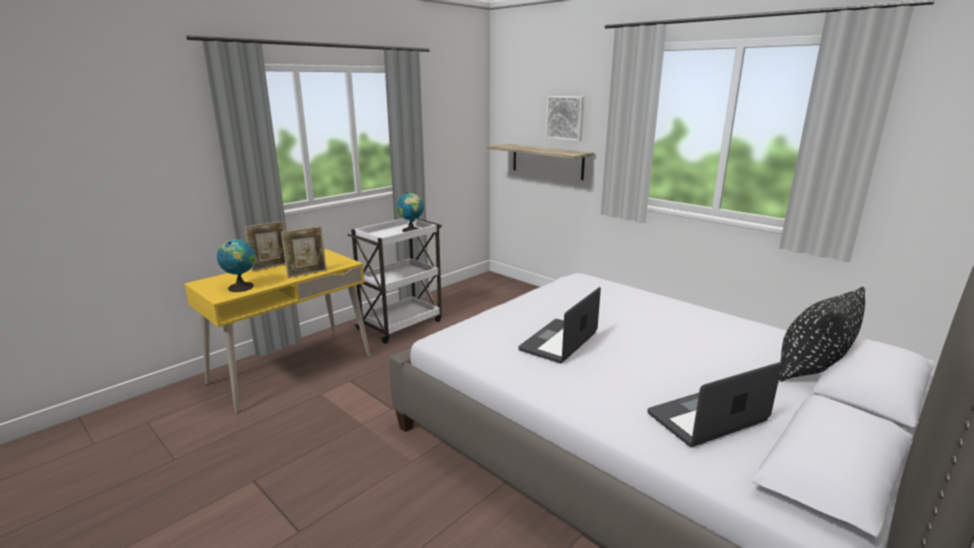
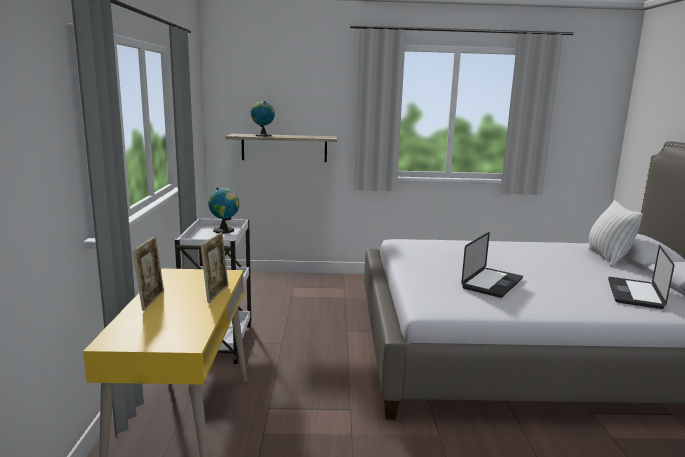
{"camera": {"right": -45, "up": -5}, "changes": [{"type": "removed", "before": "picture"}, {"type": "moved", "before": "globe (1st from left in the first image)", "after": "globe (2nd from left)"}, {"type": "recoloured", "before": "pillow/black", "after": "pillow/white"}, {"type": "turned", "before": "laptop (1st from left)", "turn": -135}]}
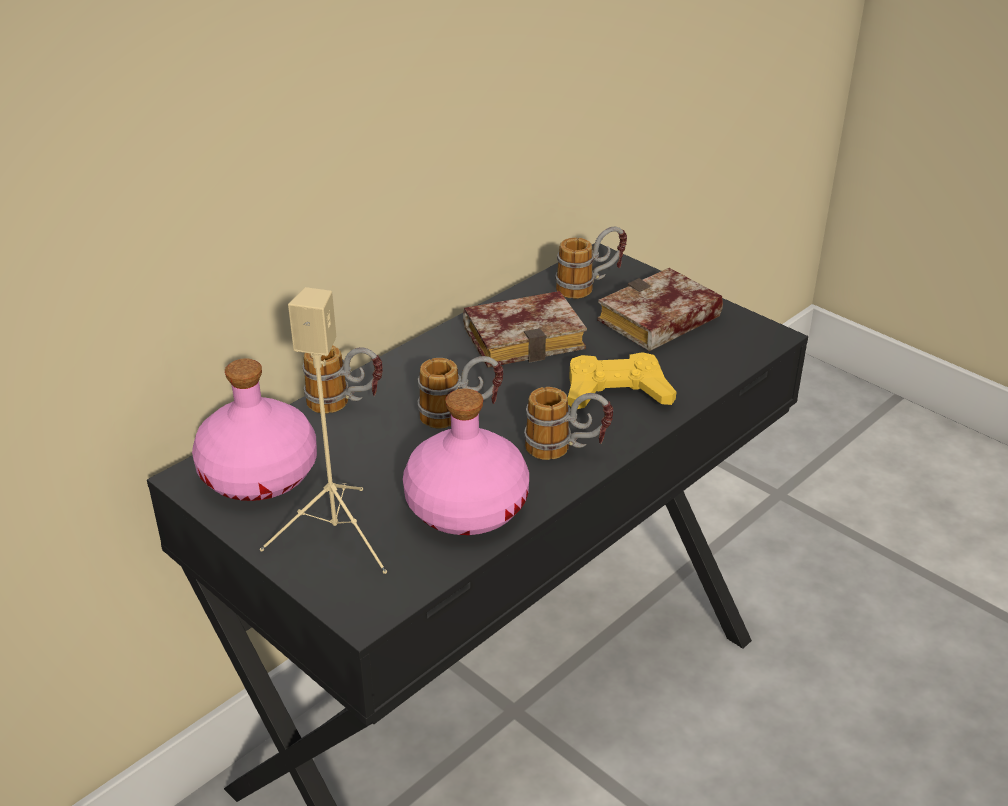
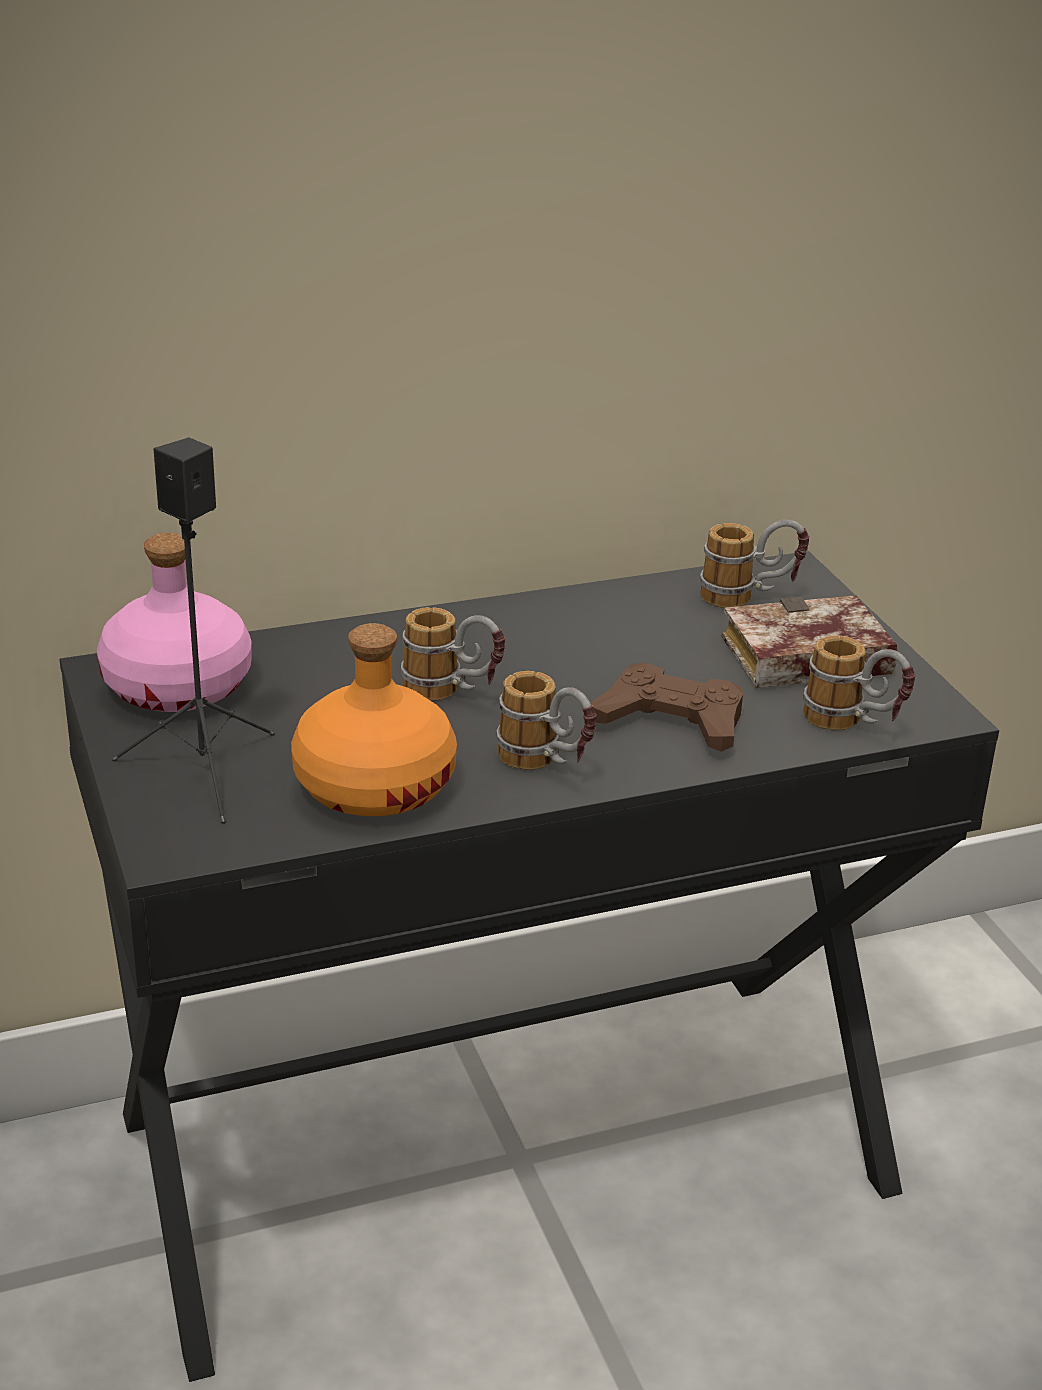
{"camera": {"right": 25, "up": -5}, "changes": [{"type": "removed", "before": "book (1st from left)"}, {"type": "moved", "before": "mug (1st from left in the first image)", "after": "mug (4th from left)"}, {"type": "recoloured", "before": "speaker/beige", "after": "speaker/black"}, {"type": "recoloured", "before": "bottle/pink (2nd from left)", "after": "bottle/orange"}, {"type": "recoloured", "before": "game controller/yellow", "after": "game controller/brown"}]}
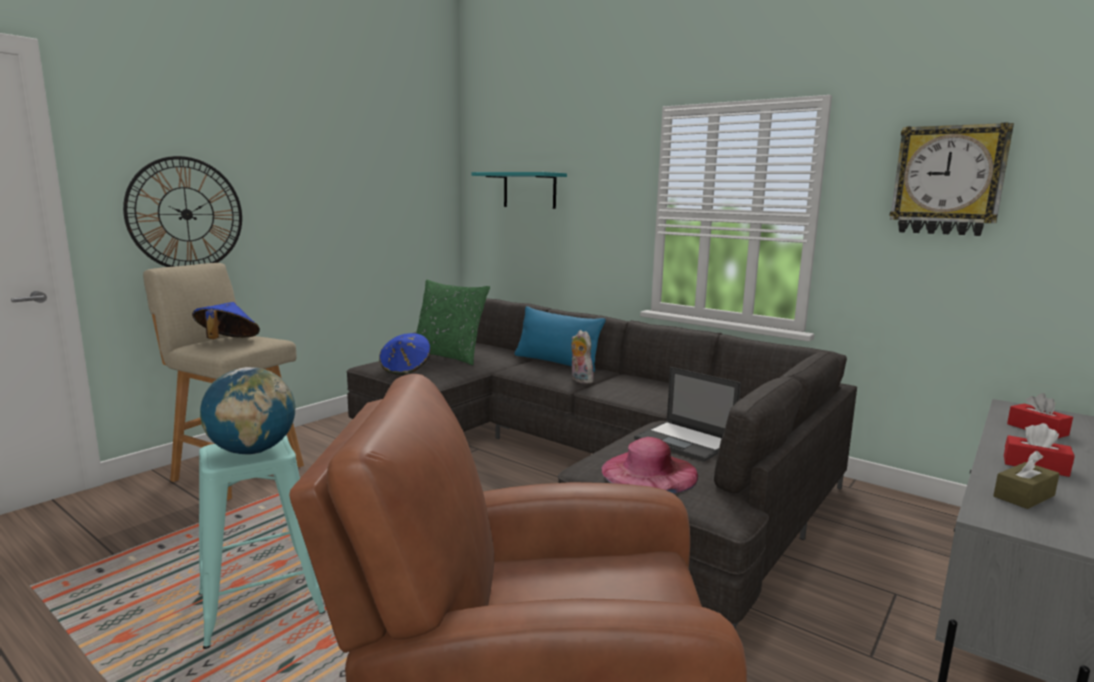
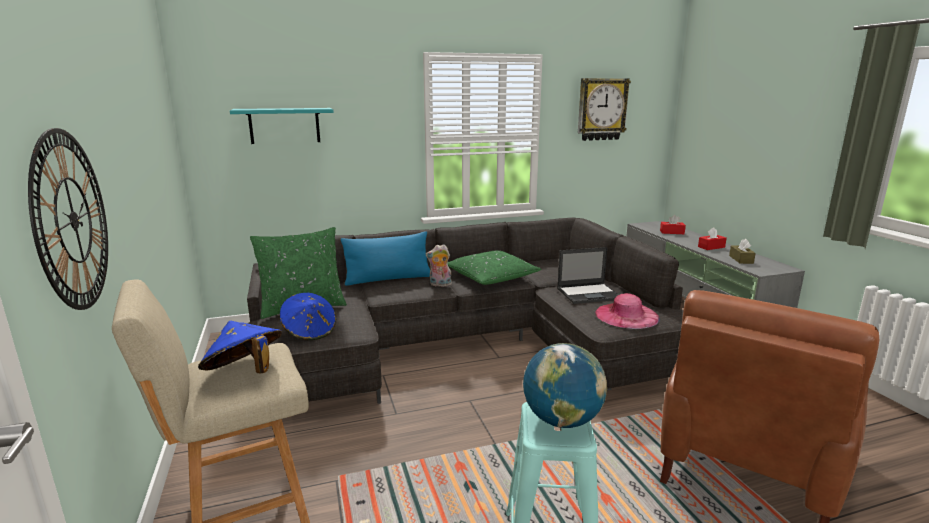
{"camera": {"right": -55, "up": 5}, "changes": [{"type": "added", "after": "pillow/green (2nd from left)"}]}
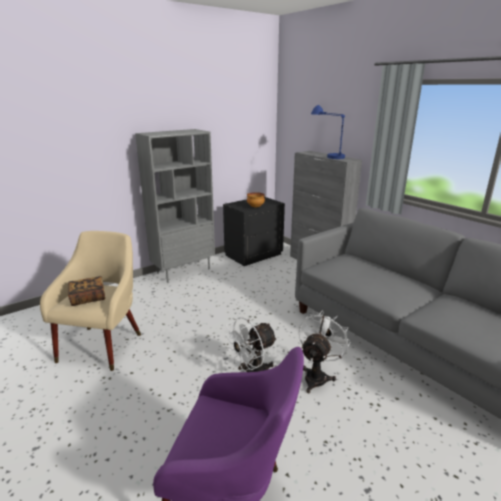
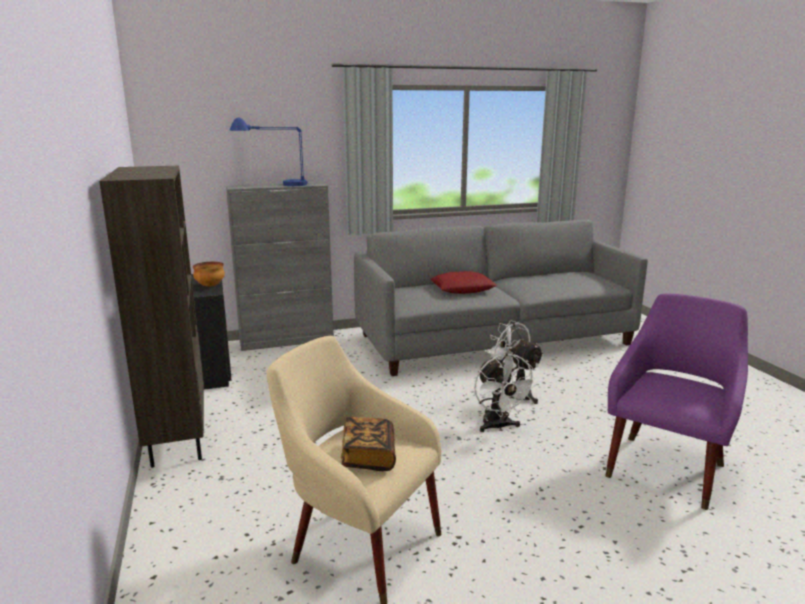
{"camera": {"right": -70, "up": -5}, "changes": [{"type": "added", "after": "pillow/red"}, {"type": "recoloured", "before": "bookcase/grey", "after": "bookcase/brown"}]}
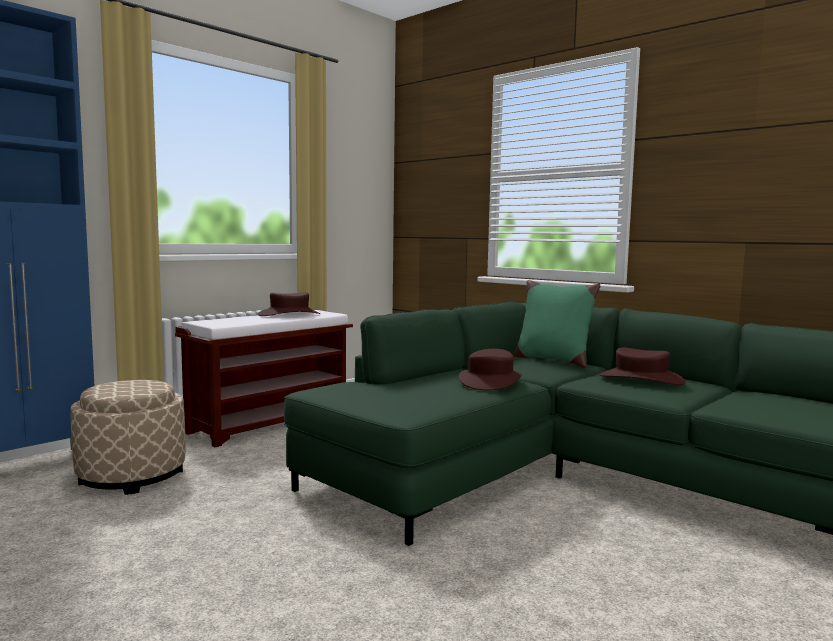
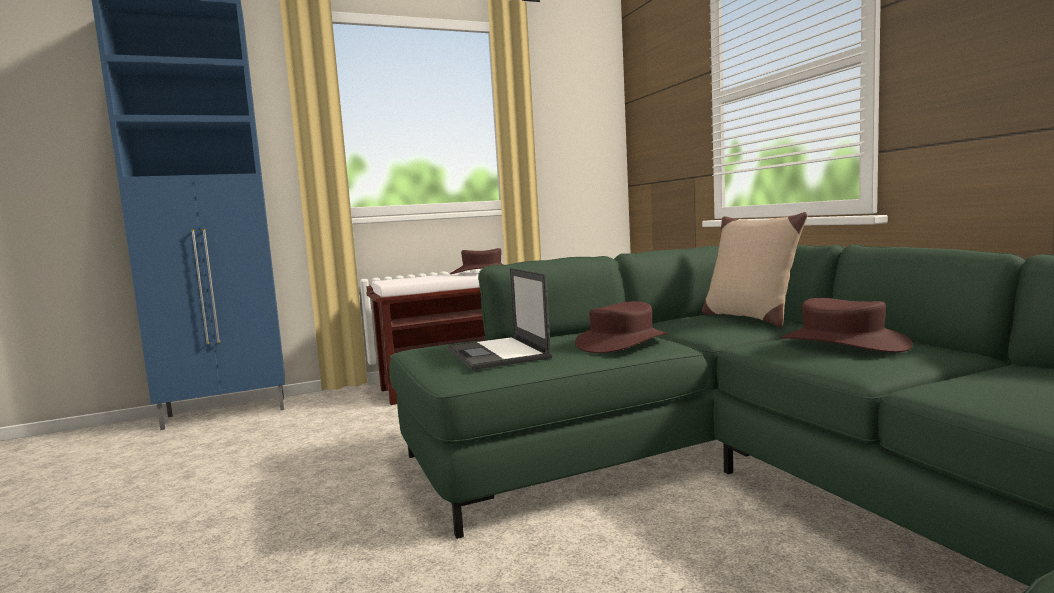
{"camera": {"right": 25, "up": 0}, "changes": [{"type": "removed", "before": "ottoman/beige"}, {"type": "added", "after": "laptop"}, {"type": "recoloured", "before": "pillow/green", "after": "pillow/beige"}]}
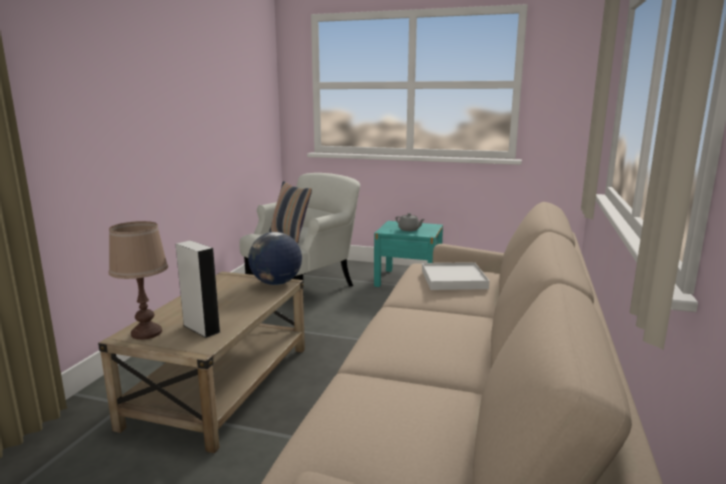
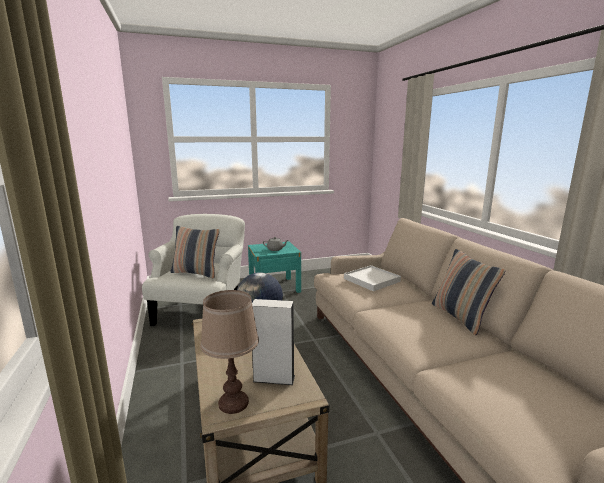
{"camera": {"right": -35, "up": 0}, "changes": [{"type": "added", "after": "pillow (2nd from left)"}]}
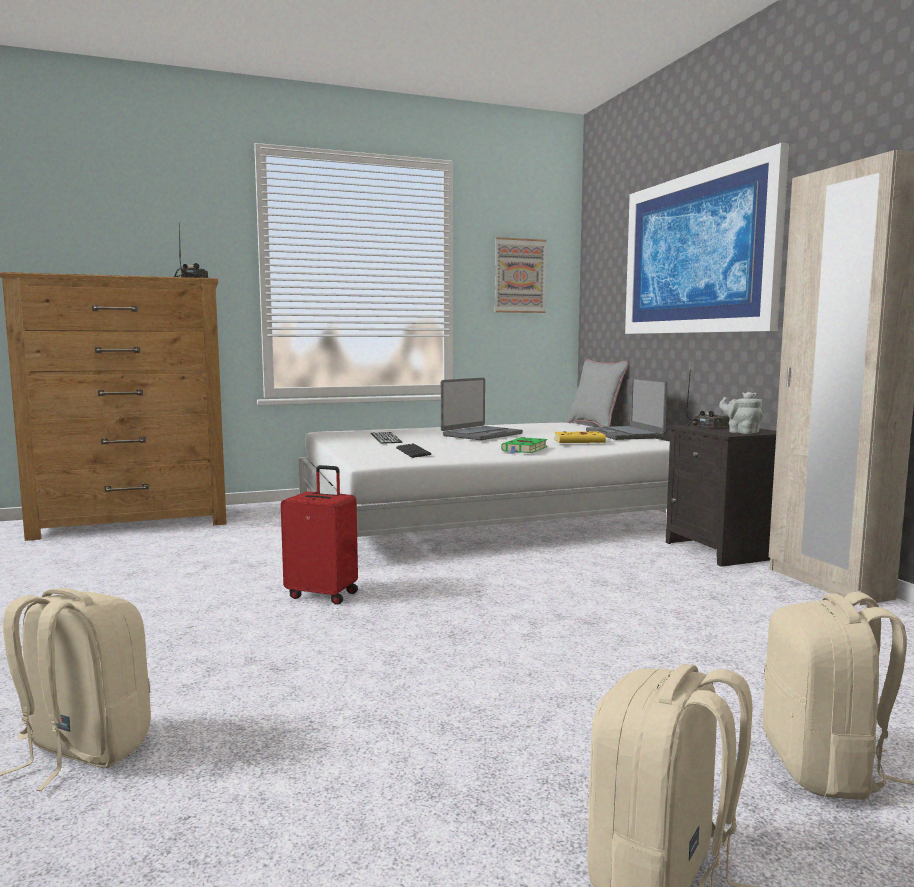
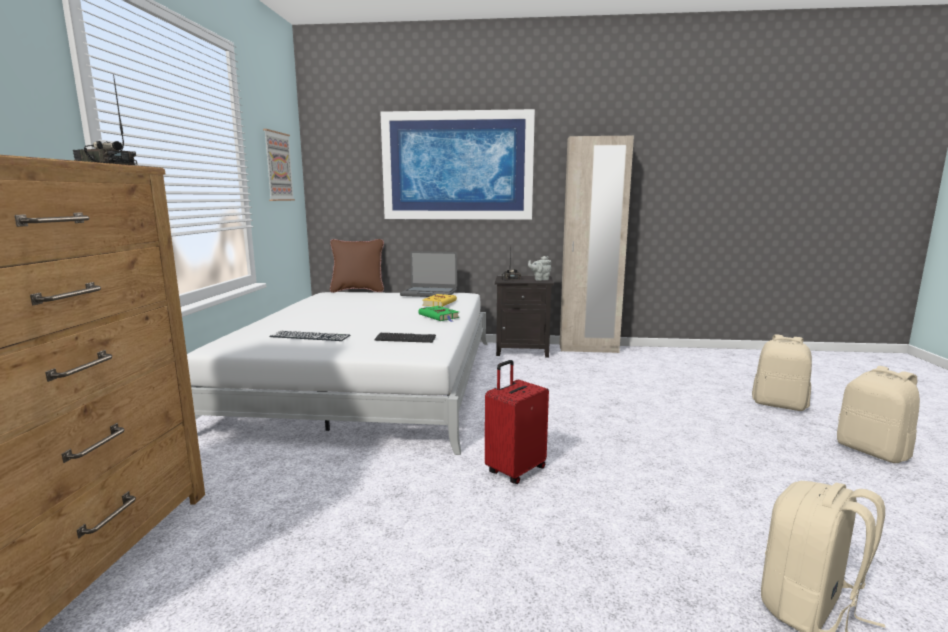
{"camera": {"right": -65, "up": 5}, "changes": [{"type": "removed", "before": "laptop (1st from left)"}, {"type": "recoloured", "before": "pillow/grey", "after": "pillow/brown"}]}
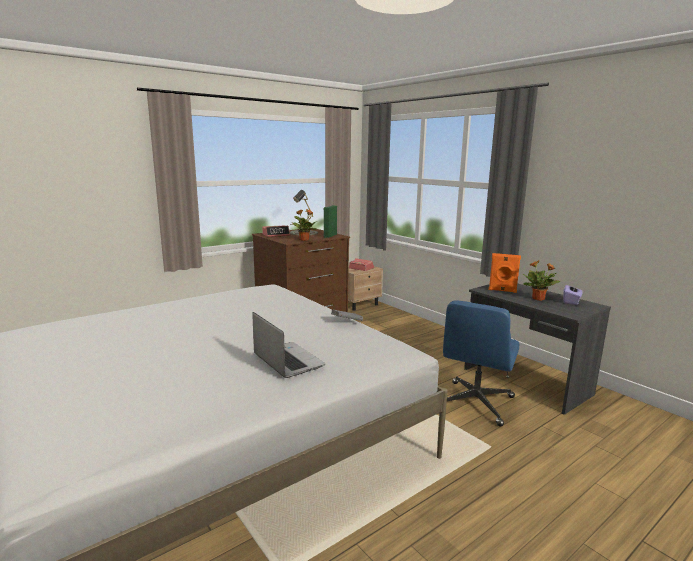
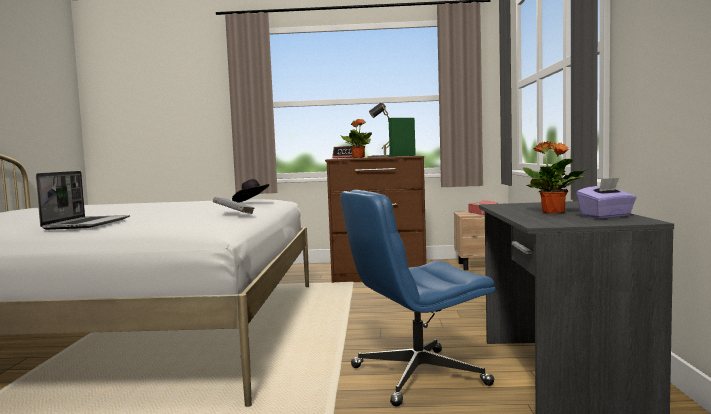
{"camera": {"right": 40, "up": -10}, "changes": [{"type": "removed", "before": "speaker/orange"}, {"type": "added", "after": "hat/black"}]}
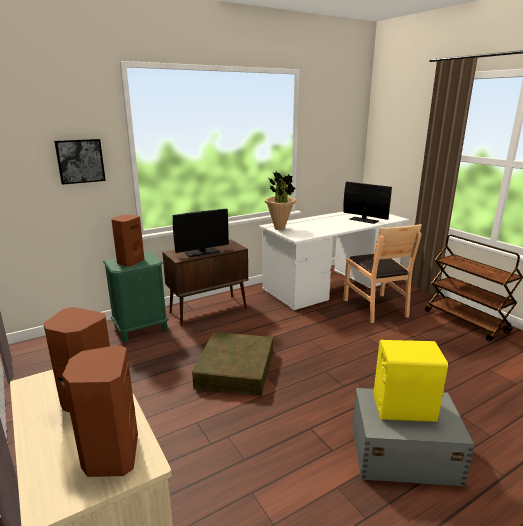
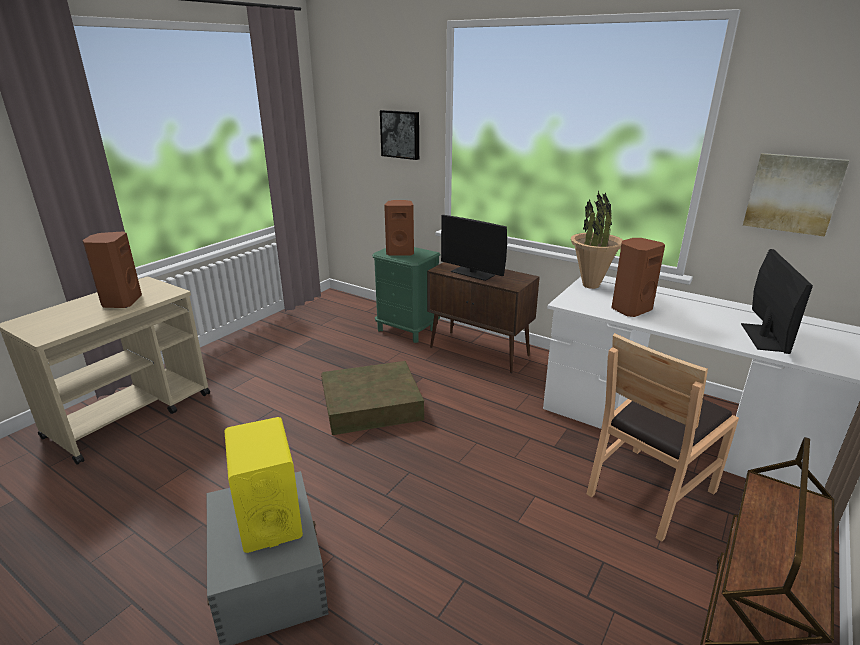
{"camera": {"right": 65, "up": 5}, "changes": [{"type": "added", "after": "picture (2nd from left)"}, {"type": "moved", "before": "speaker/brown (2nd from left in the first image)", "after": "speaker/brown (3rd from left)"}]}
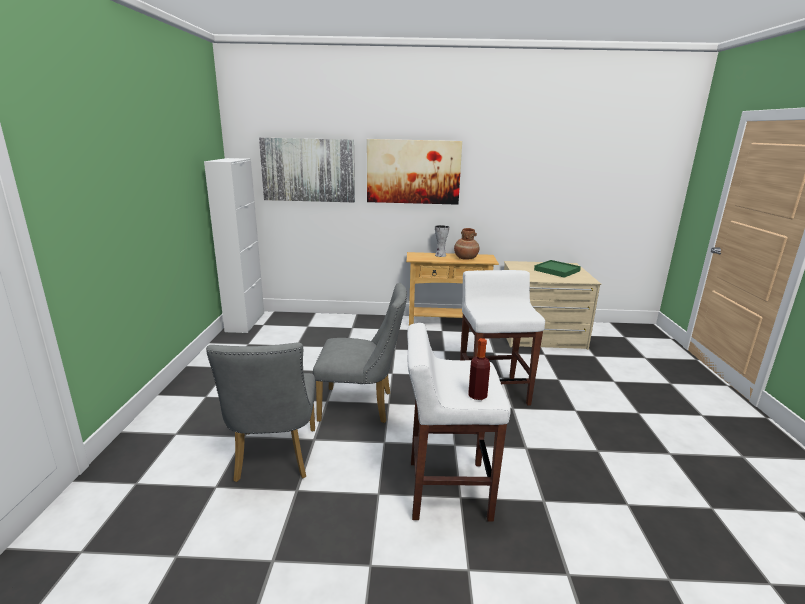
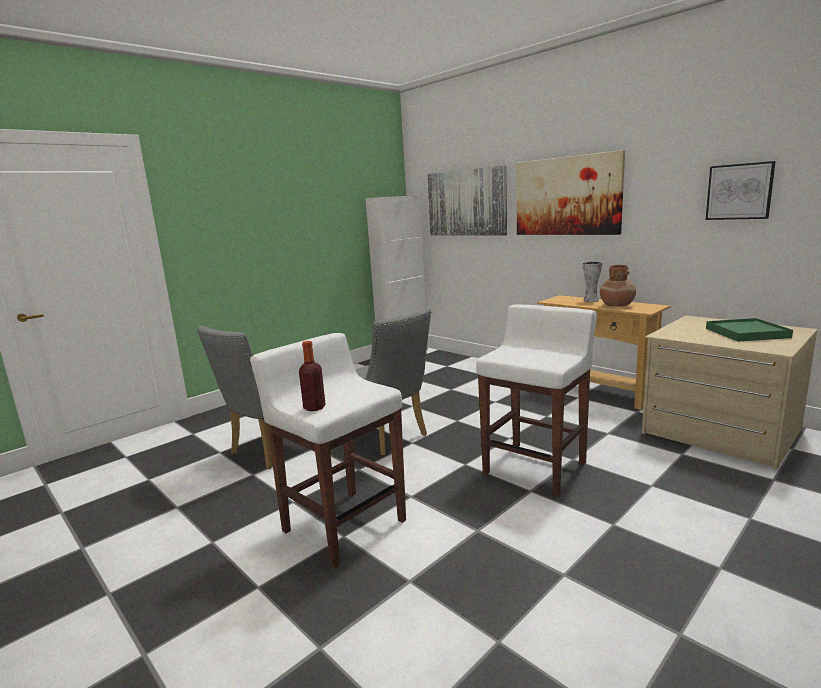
{"camera": {"right": 45, "up": -5}, "changes": [{"type": "added", "after": "picture (3rd from left)"}]}
